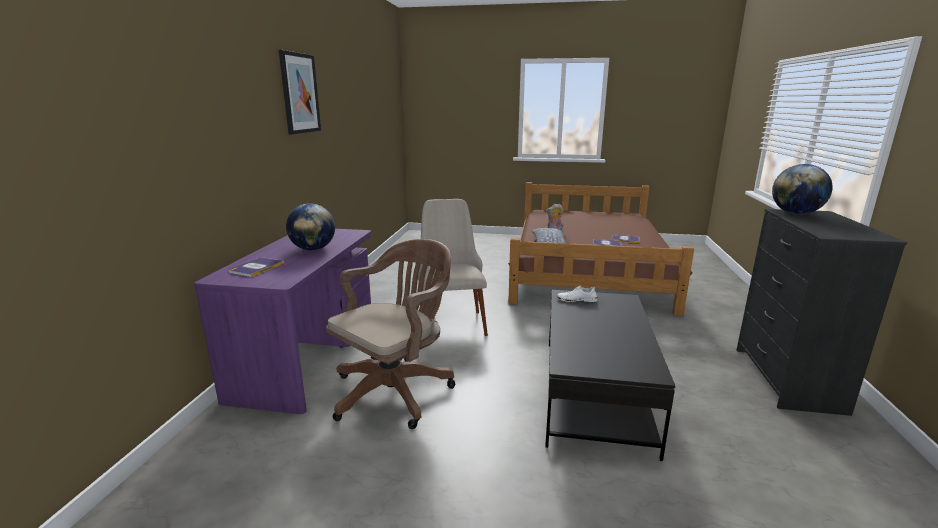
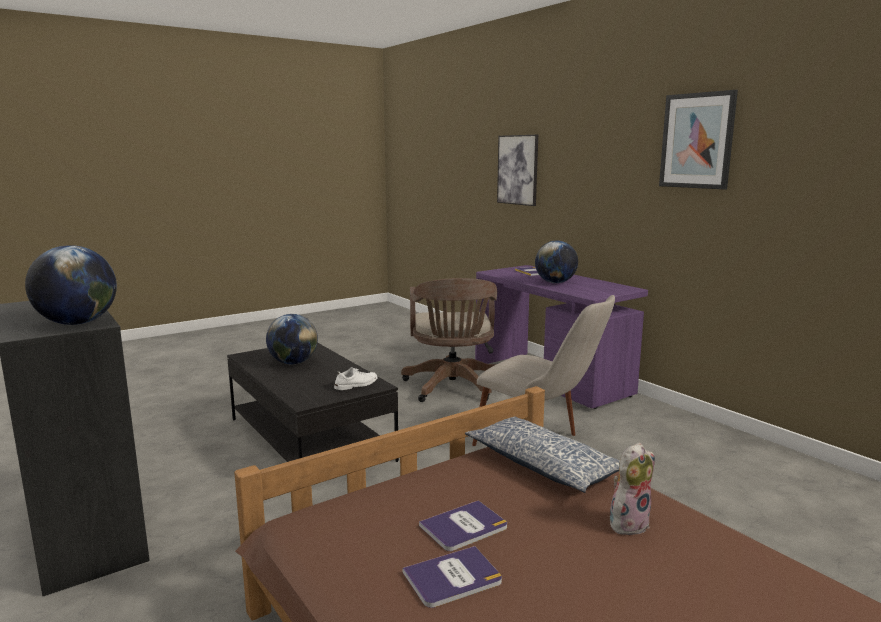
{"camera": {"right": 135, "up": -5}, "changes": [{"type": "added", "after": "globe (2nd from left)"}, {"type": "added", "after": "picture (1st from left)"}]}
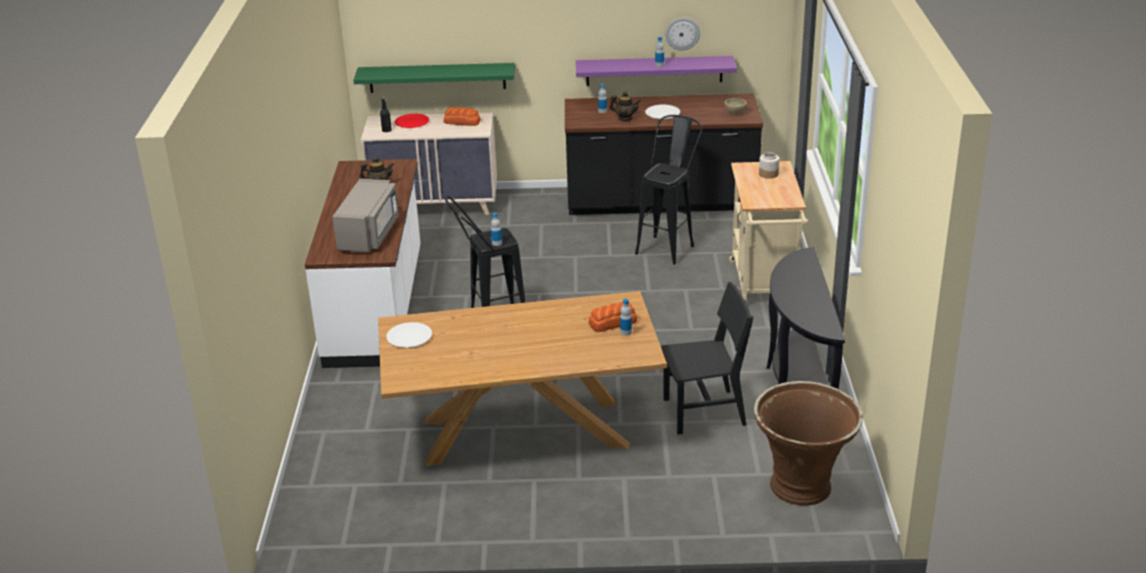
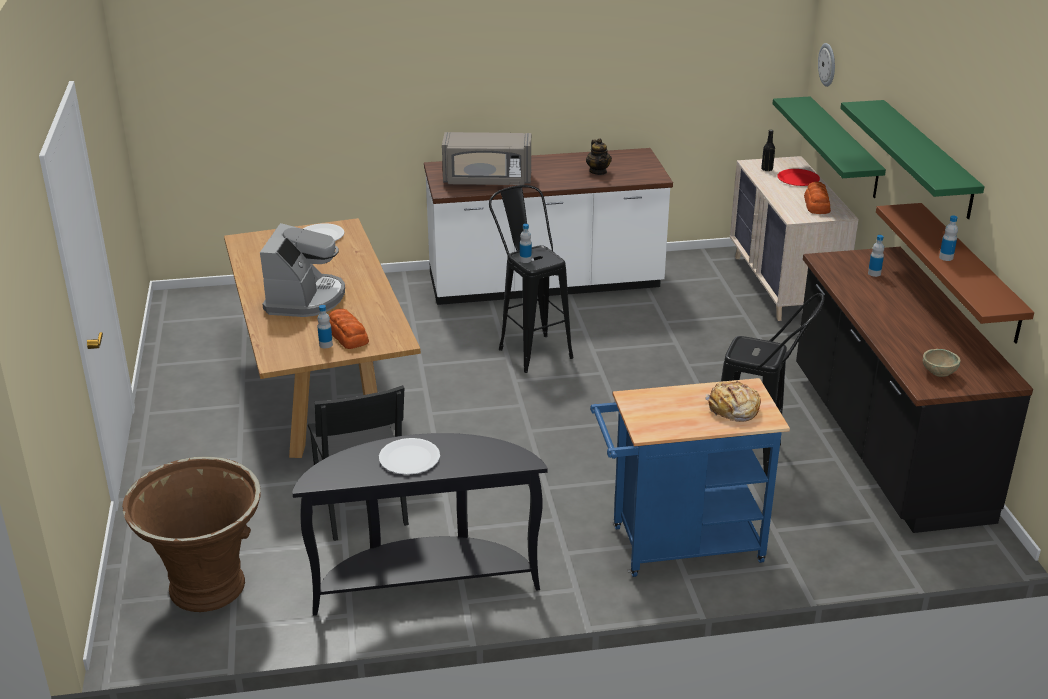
{"camera": {"right": 80, "up": 0}, "changes": [{"type": "removed", "before": "teapot (2nd from left)"}, {"type": "added", "after": "coffee machine"}, {"type": "added", "after": "shelf/green (2nd from left)"}, {"type": "moved", "before": "plate/white (2nd from left)"}, {"type": "moved", "before": "wall clock"}, {"type": "replaced", "before": "jar", "after": "bread (2nd from left)"}, {"type": "recoloured", "before": "shelf/purple", "after": "shelf/brown"}, {"type": "recoloured", "before": "cart/beige", "after": "cart/blue"}]}
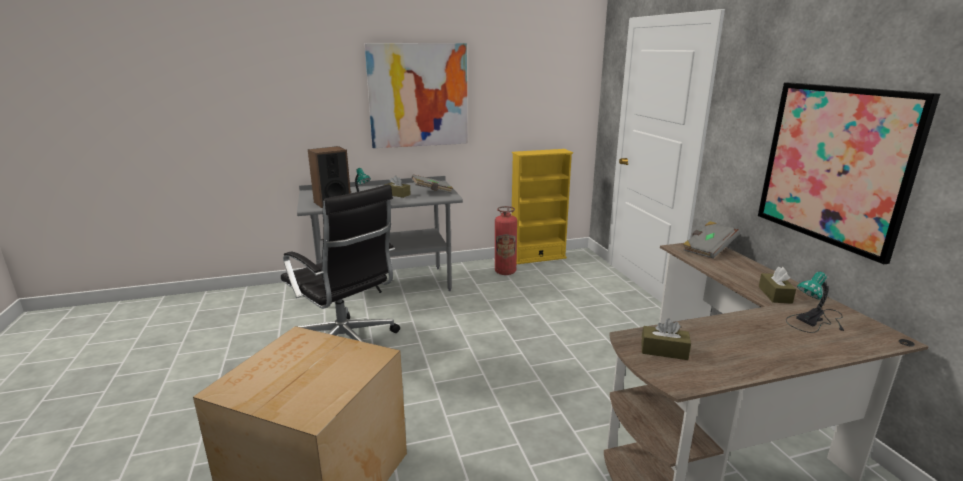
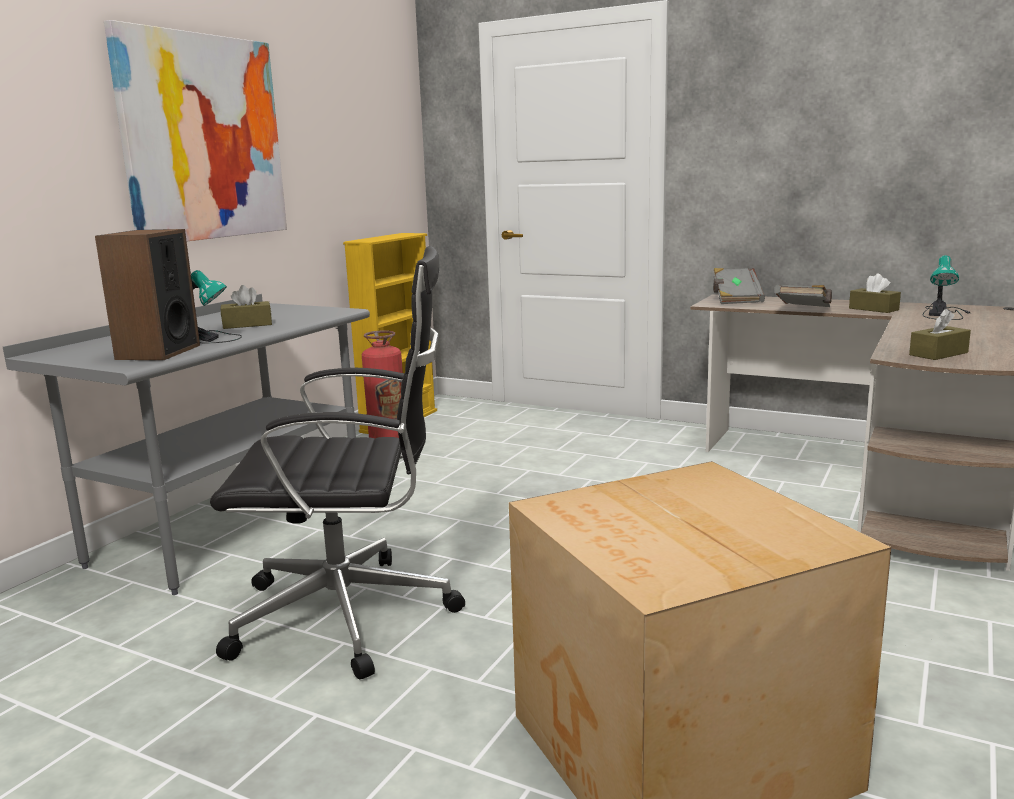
{"camera": {"right": -45, "up": -5}, "changes": [{"type": "removed", "before": "picture (2nd from left)"}, {"type": "moved", "before": "book/grey (1st from left in the first image)", "after": "book/grey (2nd from left)"}]}
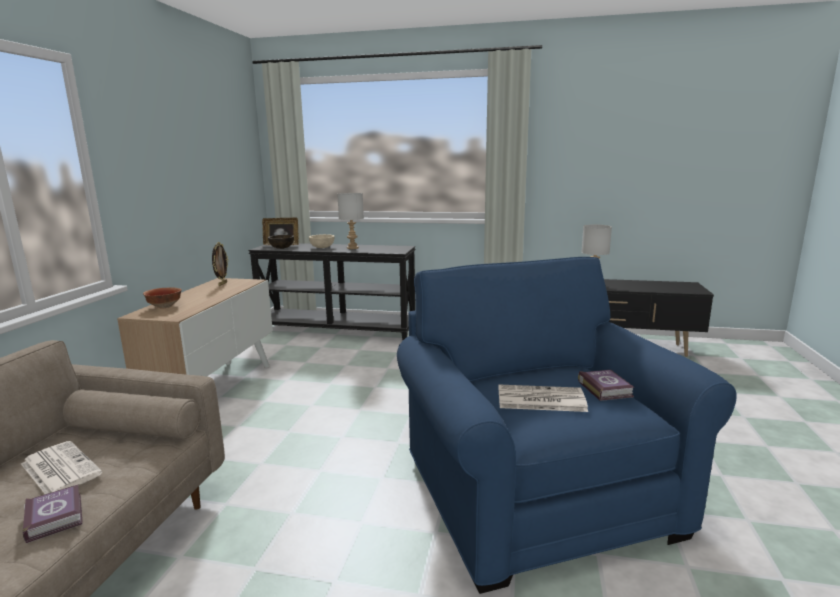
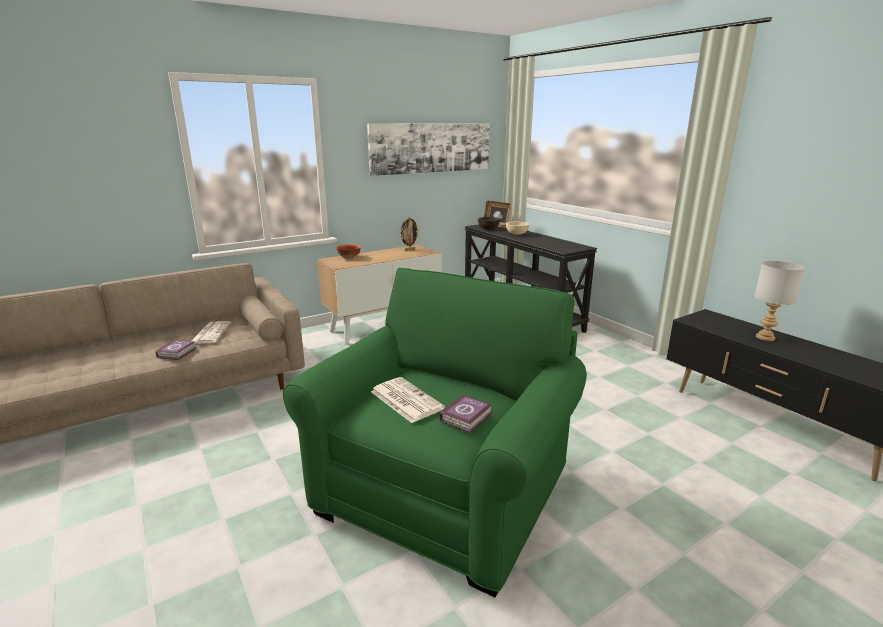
{"camera": {"right": 45, "up": 5}, "changes": [{"type": "removed", "before": "table lamp/grey (1st from left)"}, {"type": "added", "after": "picture"}, {"type": "recoloured", "before": "armchair/blue", "after": "armchair/green"}]}
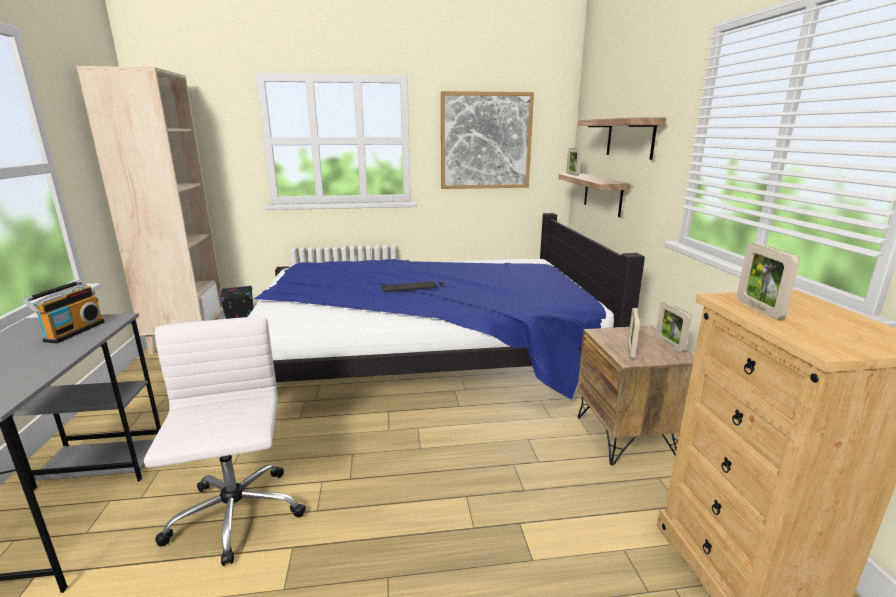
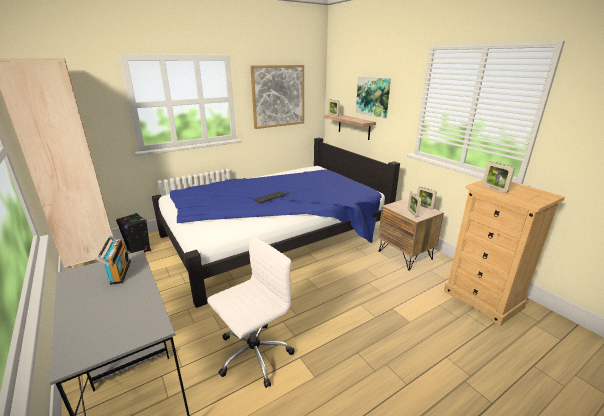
{"camera": {"right": -25, "up": 5}, "changes": [{"type": "replaced", "before": "shelf (2nd from left)", "after": "picture (2nd from left)"}, {"type": "turned", "before": "office chair/white", "turn": 90}]}
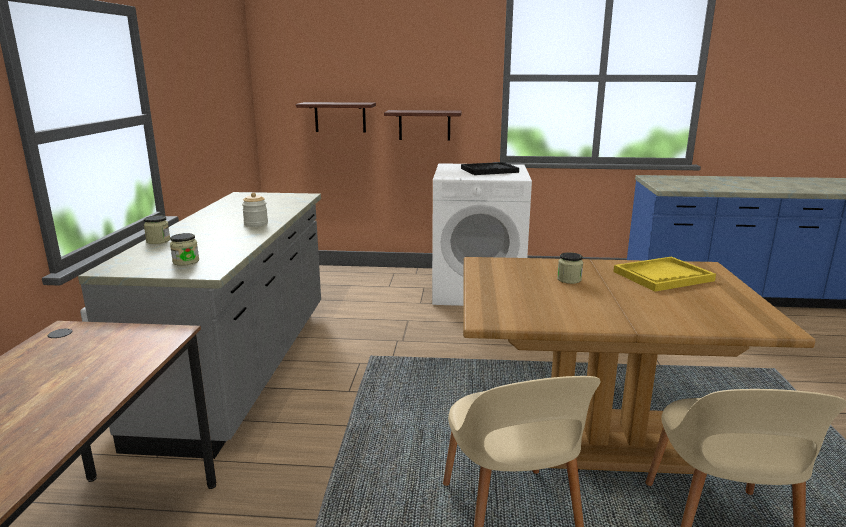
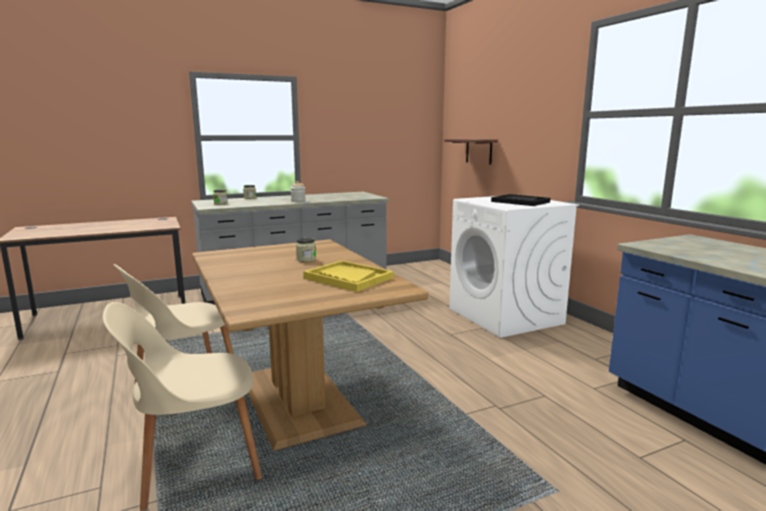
{"camera": {"right": 60, "up": -5}, "changes": [{"type": "removed", "before": "shelf (2nd from left)"}]}
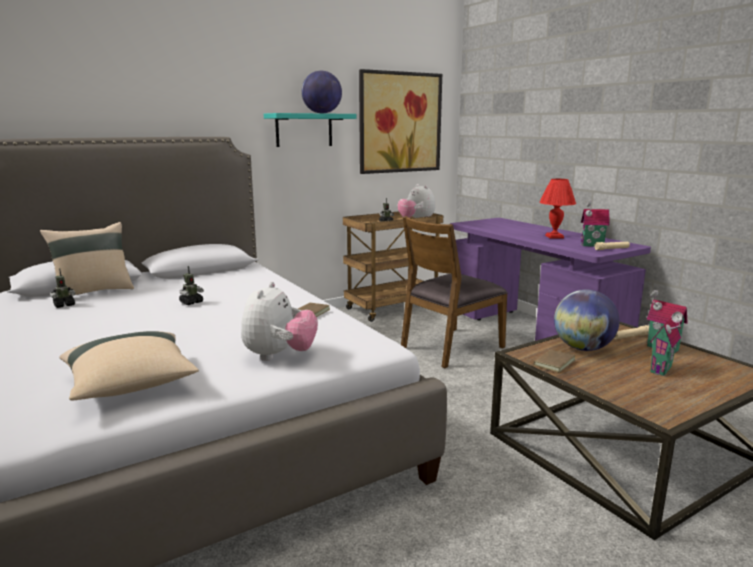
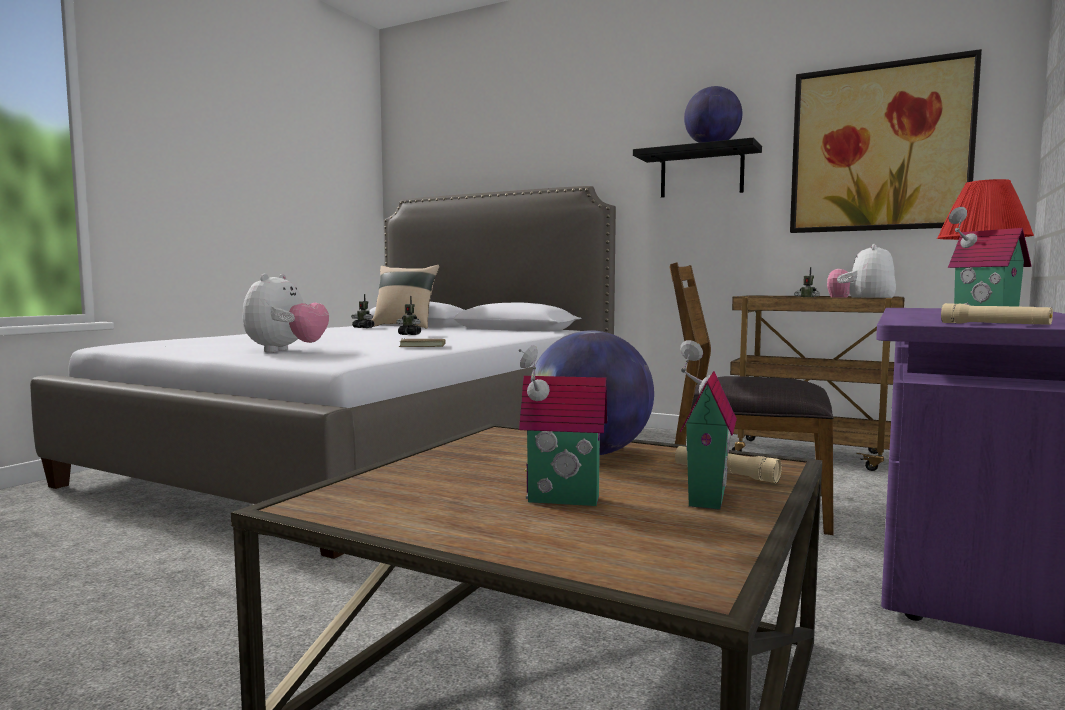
{"camera": {"right": 60, "up": -10}, "changes": [{"type": "removed", "before": "pillow/beige (2nd from left)"}, {"type": "removed", "before": "book/brown (2nd from left)"}, {"type": "recoloured", "before": "shelf/turquoise", "after": "shelf/black"}, {"type": "turned", "before": "plush toy (1st from left)", "turn": -60}]}
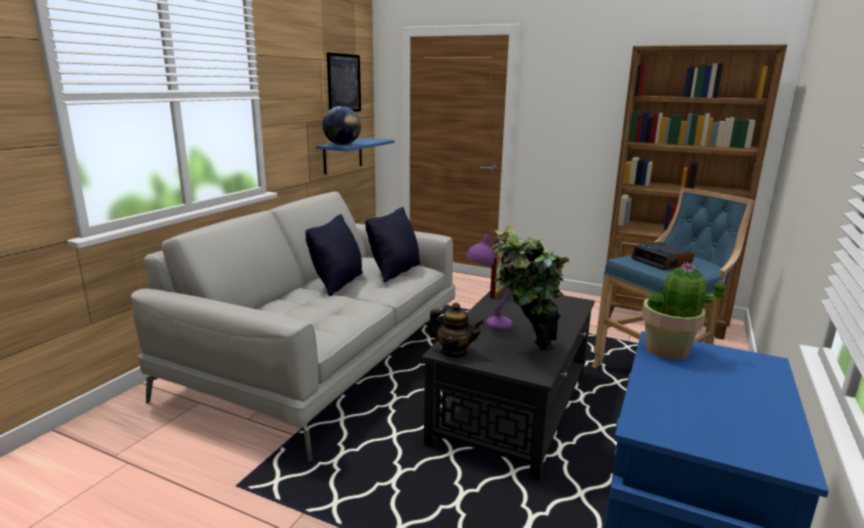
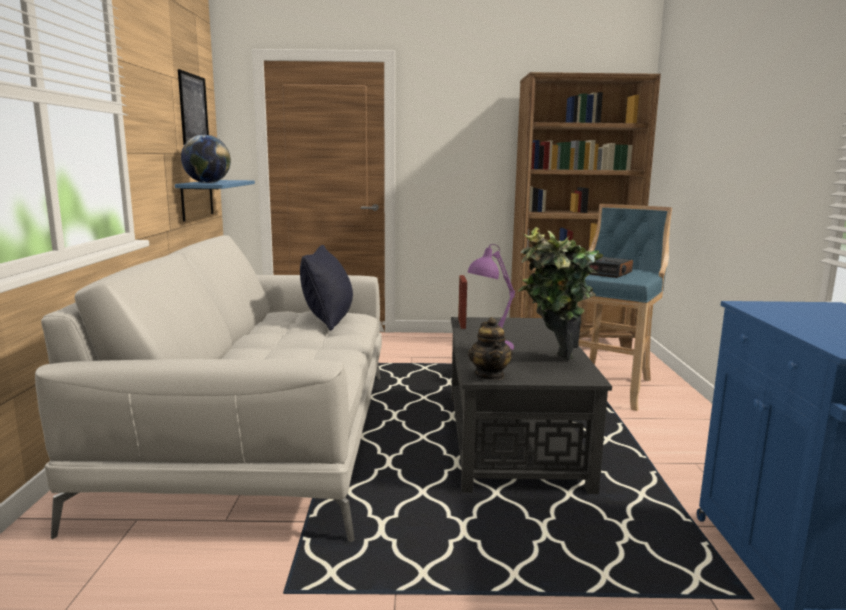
{"camera": {"right": -25, "up": -5}, "changes": [{"type": "removed", "before": "pillow/black (1st from left)"}, {"type": "removed", "before": "potted plant (2nd from left)"}, {"type": "turned", "before": "teapot", "turn": 90}]}
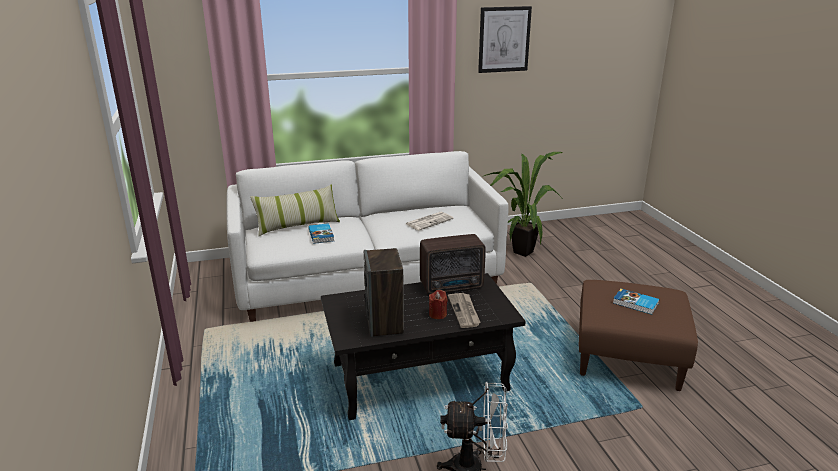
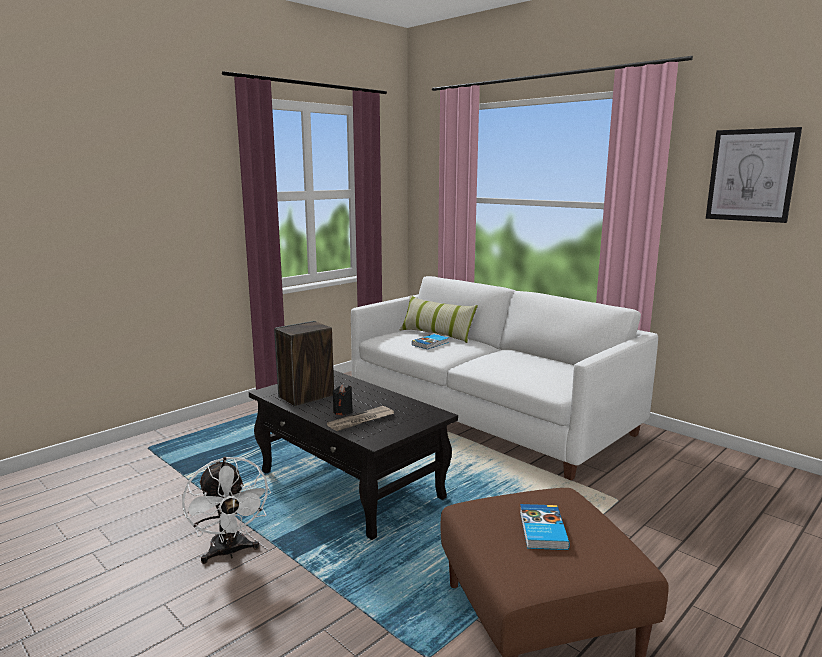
{"camera": {"right": 60, "up": -10}, "changes": [{"type": "removed", "before": "newspaper (1st from left)"}, {"type": "removed", "before": "radio"}, {"type": "removed", "before": "potted plant"}, {"type": "recoloured", "before": "candle/red", "after": "candle/black"}]}
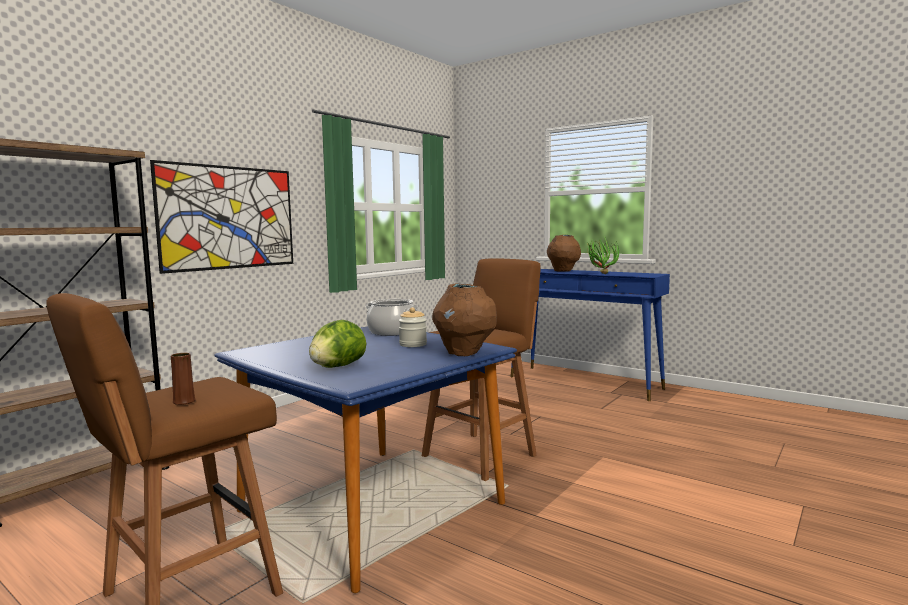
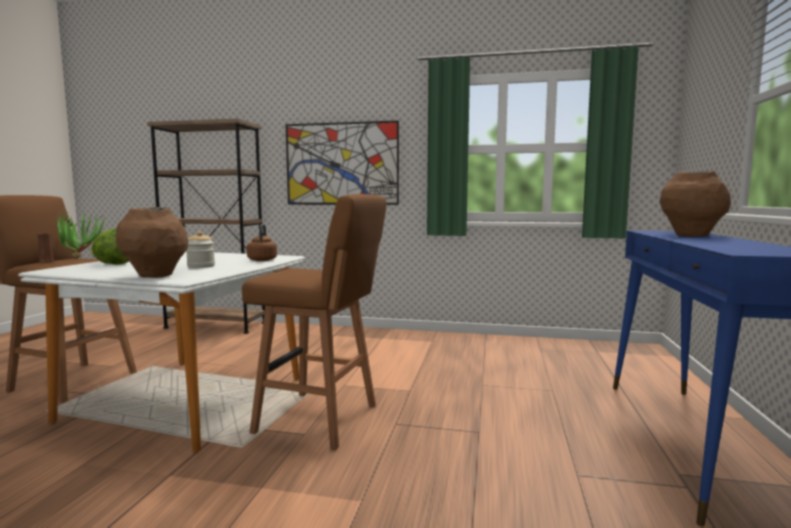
{"camera": {"right": 65, "up": 0}, "changes": [{"type": "moved", "before": "potted plant"}, {"type": "replaced", "before": "cooking pot", "after": "kettle/brown"}, {"type": "recoloured", "before": "dining table/blue", "after": "dining table/white"}]}
